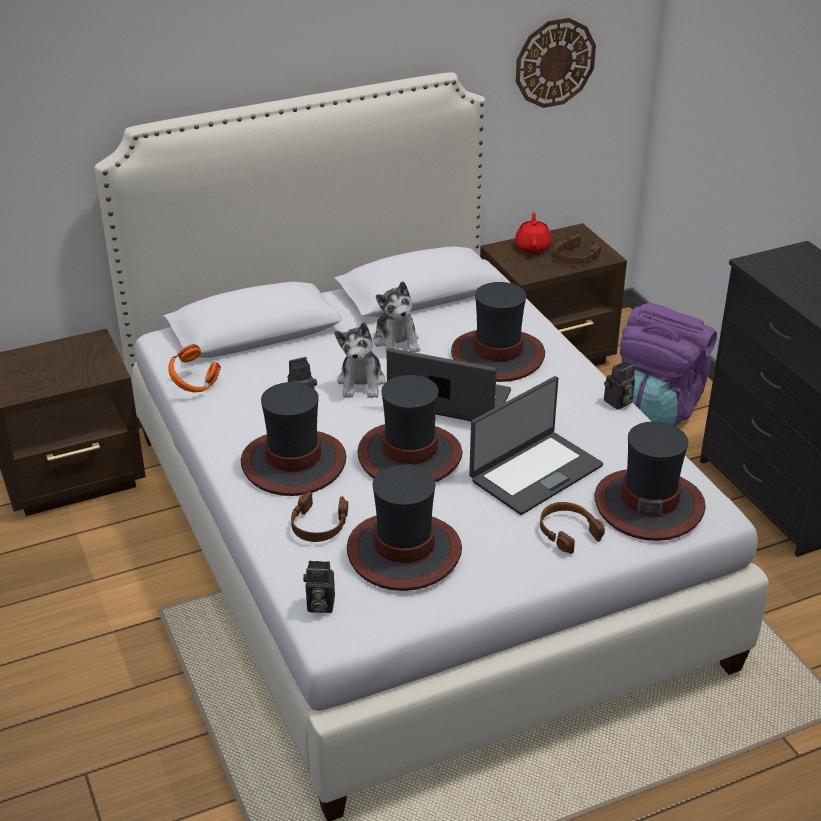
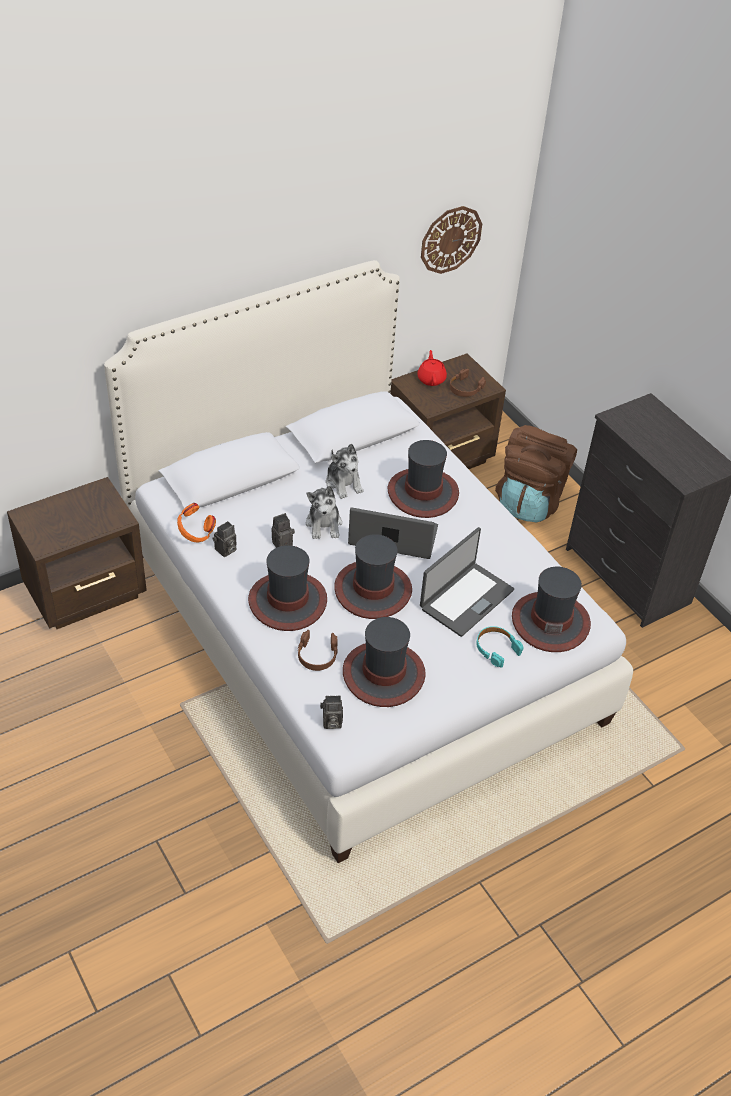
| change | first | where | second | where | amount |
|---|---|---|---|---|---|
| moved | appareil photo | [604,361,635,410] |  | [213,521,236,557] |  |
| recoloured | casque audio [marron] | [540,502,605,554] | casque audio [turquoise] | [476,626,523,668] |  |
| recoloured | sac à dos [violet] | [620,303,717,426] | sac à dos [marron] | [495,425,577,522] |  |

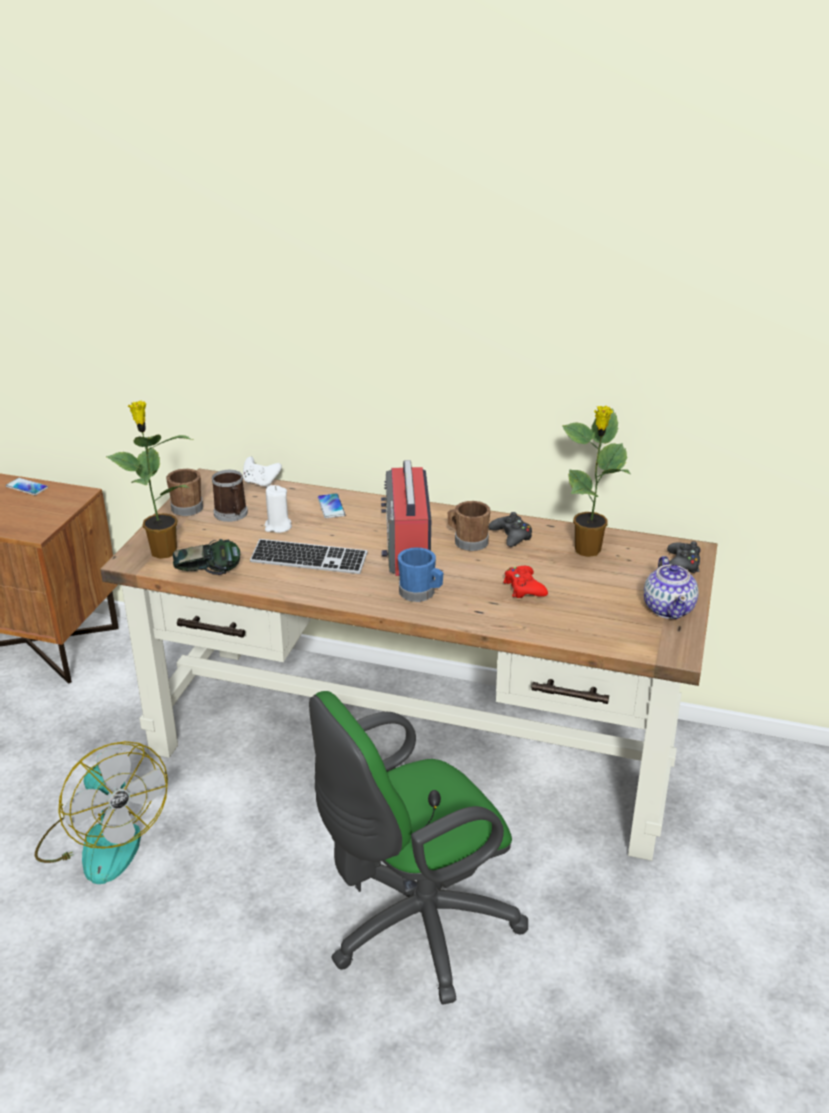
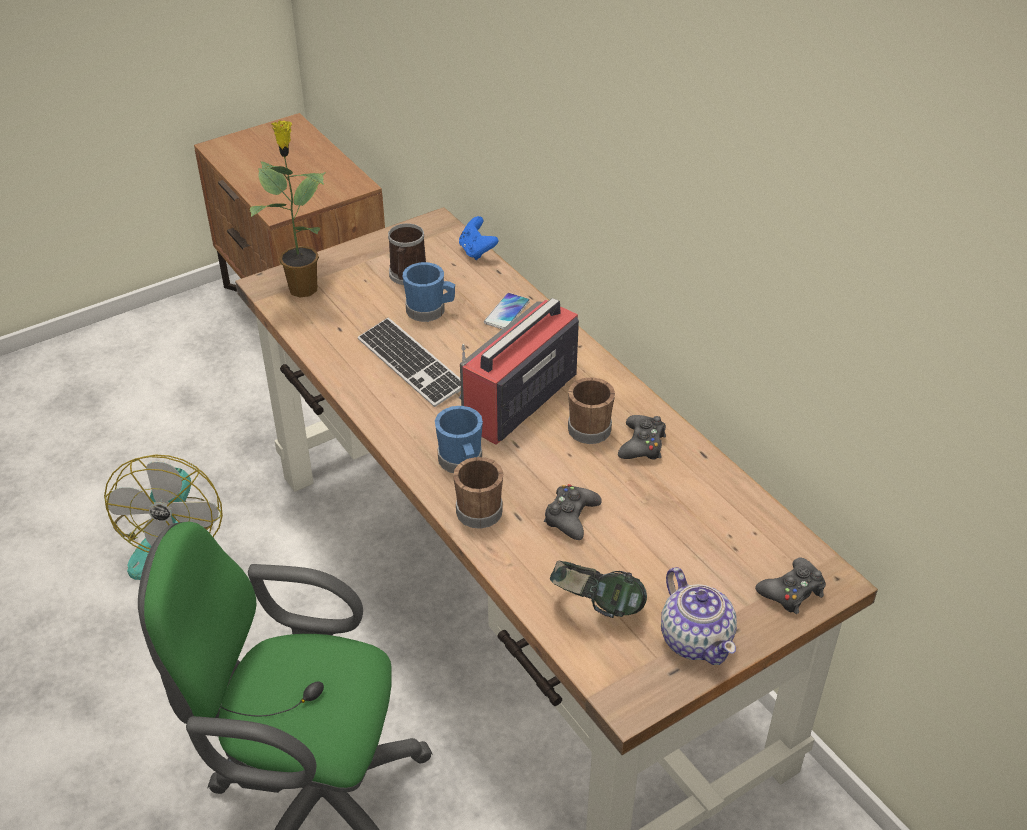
| change | first | where | second | where | amount |
|---|---|---|---|---|---|
| replaced | bougie [blanc] | [264,485,292,533] | mug [bleu] | [403,262,455,322] |  |
| moved | mug [marron] | [166,469,203,516] |  | [453,457,503,529] |  |
| recoloured | manette [blanc] | [243,456,282,488] | manette [bleu] | [459,216,498,260] |  |
| recoloured | manette [rouge] | [503,566,548,598] | manette [noir] | [544,484,602,540] |  |
| moved | casque audio | [173,539,240,575] |  | [550,560,647,618] |  |
| turned | théière | [644,556,699,619] |  | [661,567,737,665] | 60 degrees counterclockwise |
| removed | téléphone | [6,478,48,495] |  |  |  |
| removed | plante en pot | [562,406,630,557] |  |  |  |

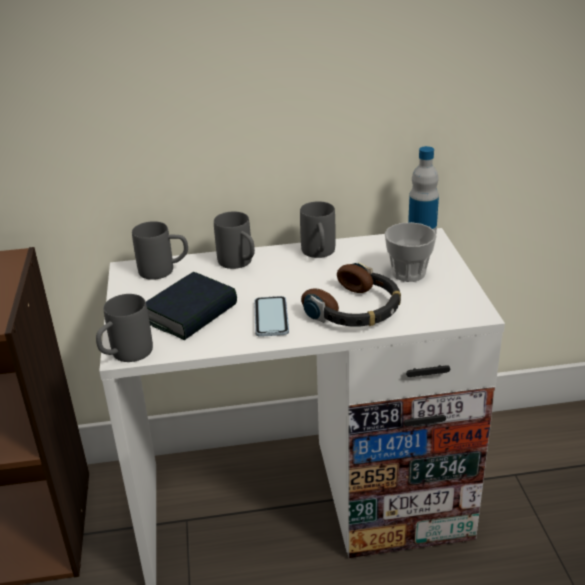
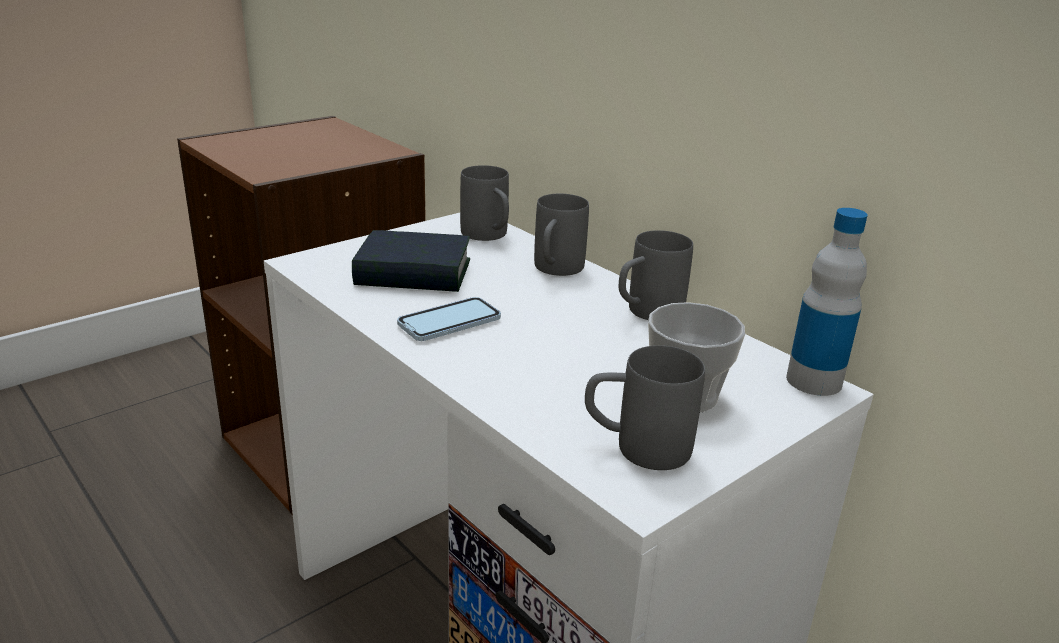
| change | first | where | second | where | amount |
|---|---|---|---|---|---|
| moved | mug [gris] | [96,294,153,362] |  | [585,345,705,470] |  |
| removed | casque audio | [301,262,401,326] |  |  |  |

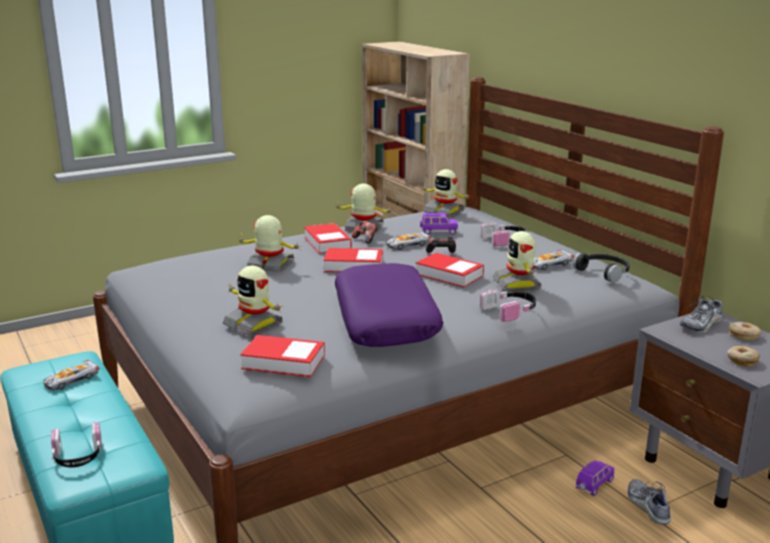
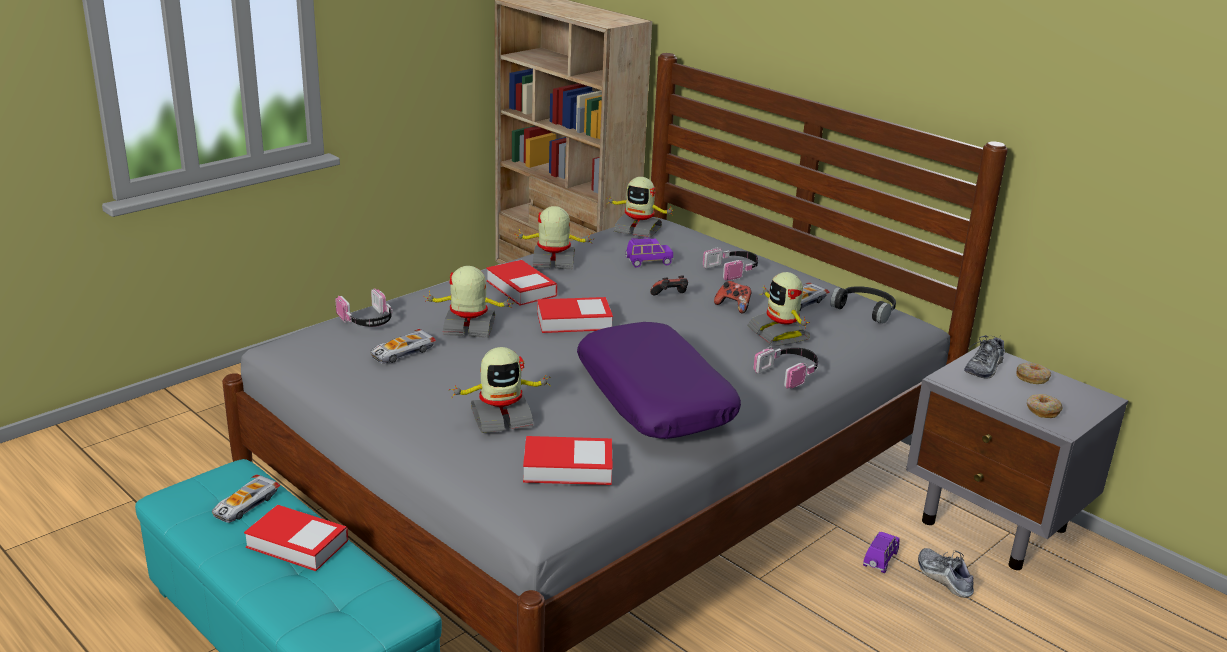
| change | first | where | second | where | amount |
|---|---|---|---|---|---|
| moved | livre | [416,253,484,288] |  | [244,505,348,571] |  |
| moved | casque audio | [51,422,102,468] |  | [335,288,393,327] |  |
| moved | petite voiture | [386,231,431,250] |  | [370,329,436,364] |  |
| turned | robot jouet | [223,266,283,336] |  | [448,347,552,433] | 45 degrees counterclockwise |
| moved | manette | [352,221,377,244] |  | [714,281,752,313] |  |

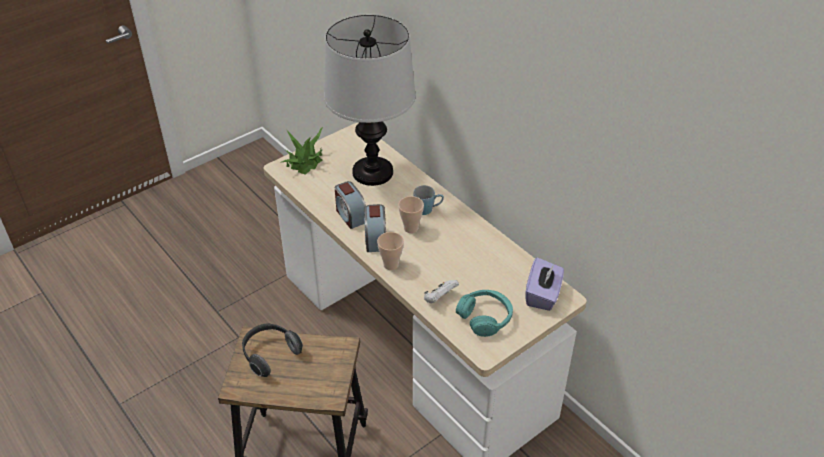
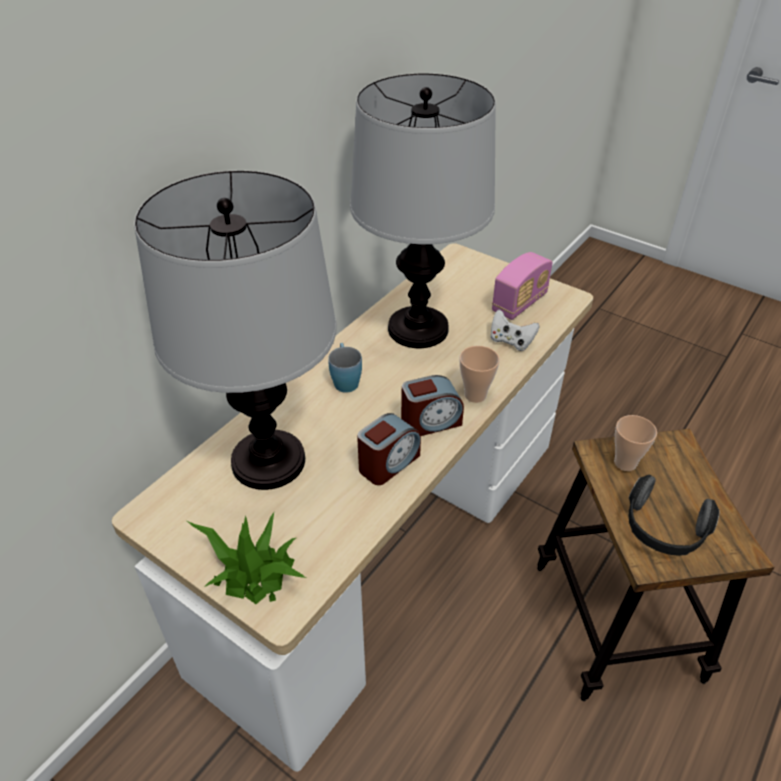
| change | first | where | second | where | amount |
|---|---|---|---|---|---|
| added |  |  | lampe de table | [350,73,496,348] |  |
| replaced | casque audio [turquoise] | [456,290,513,337] | radio | [492,252,553,320] |  |
| moved | tasse | [398,196,424,233] |  | [614,415,657,471] |  |
| removed | boîte à mouchoirs [violet] | [525,258,564,311] |  |  |  |

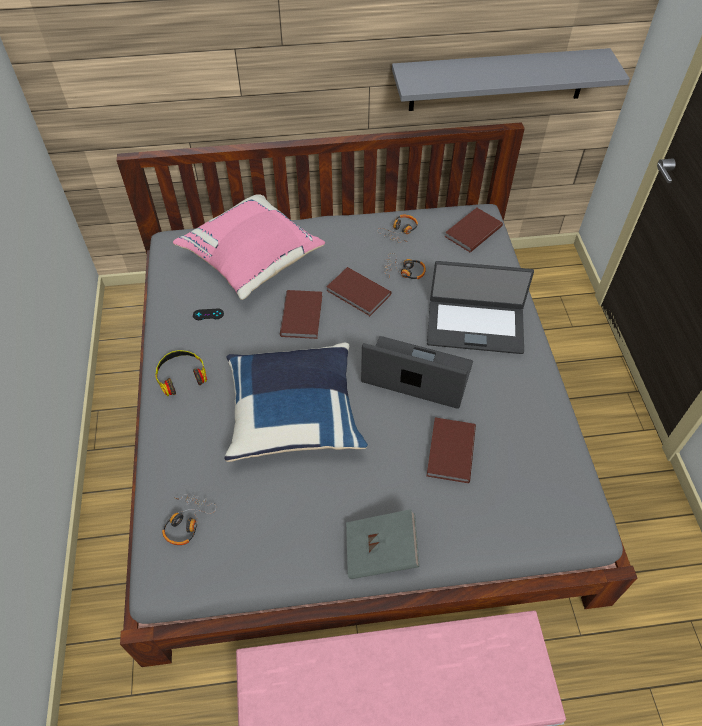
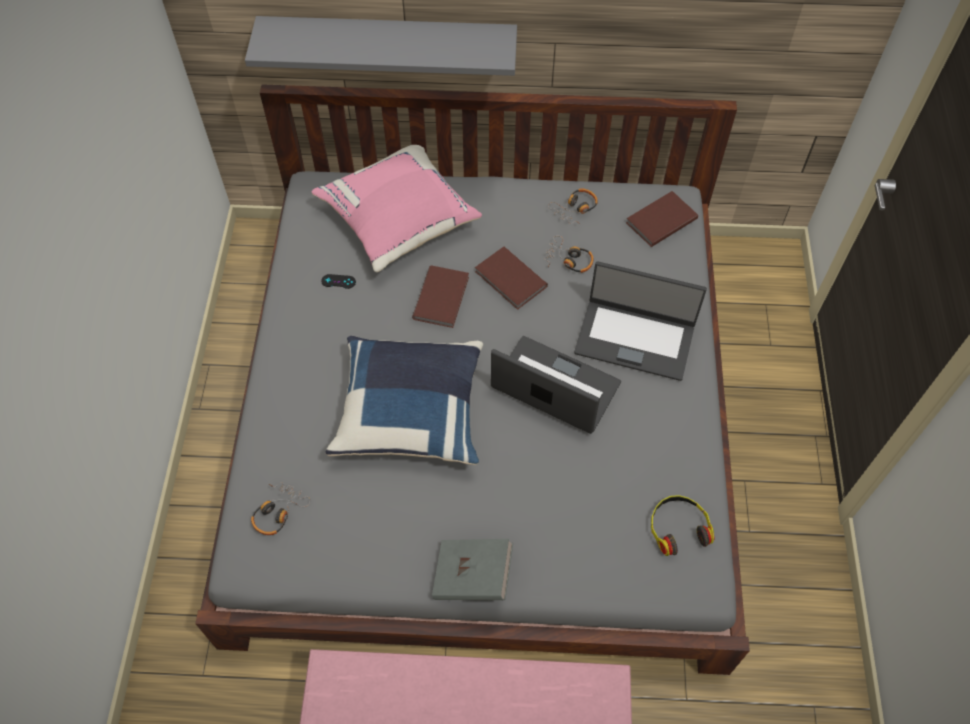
| change | first | where | second | where | amount |
|---|---|---|---|---|---|
| moved | étagère [gris] | [392,48,630,111] |  | [245,16,517,76] |  |
| moved | casque audio | [155,350,207,396] |  | [651,495,715,556] |  |
| removed | livre [marron] | [427,417,476,483] |  |  |  |

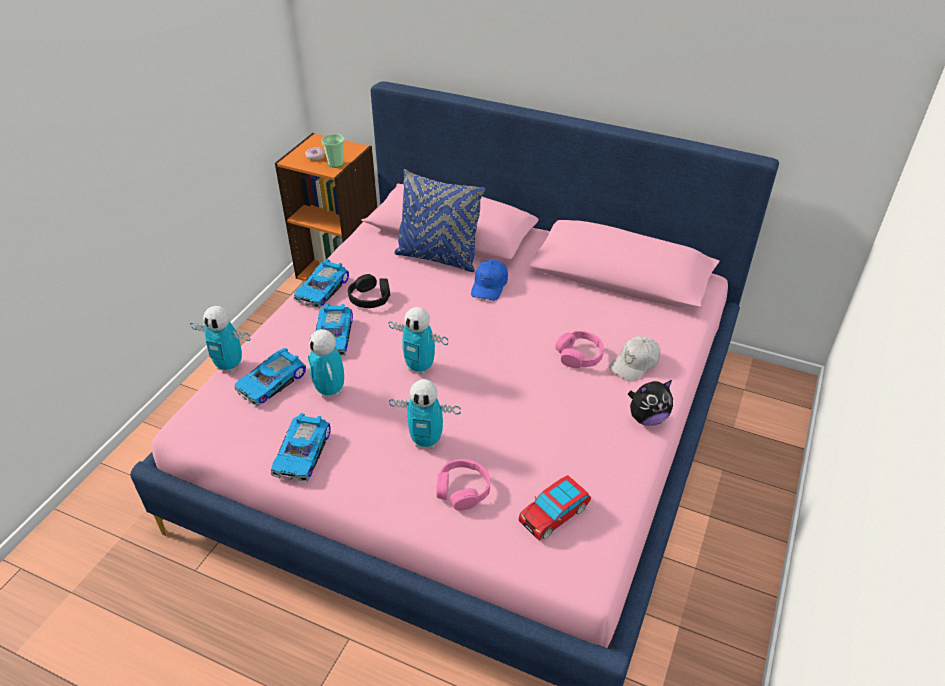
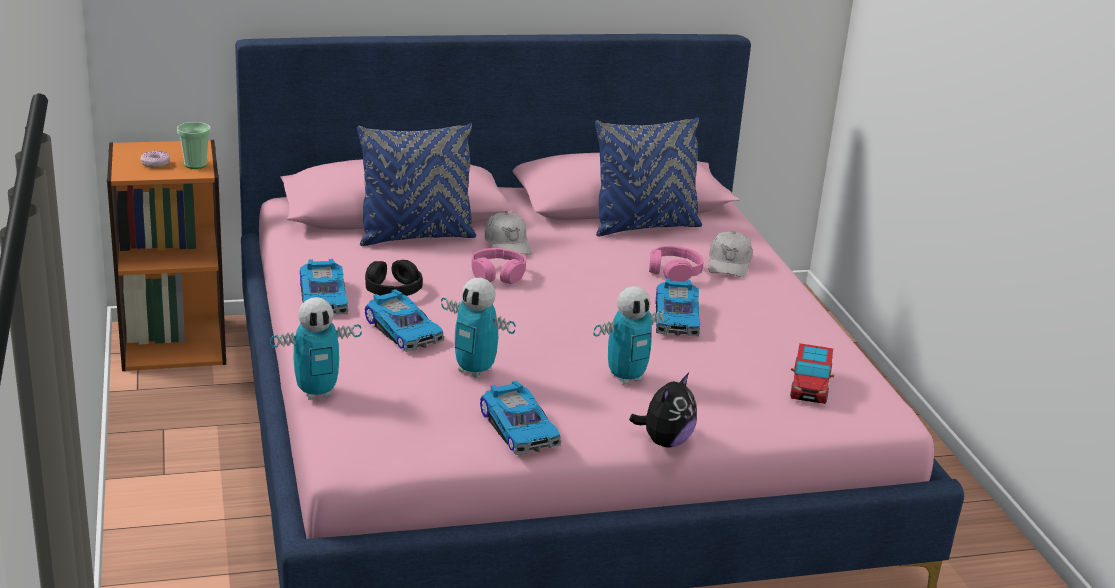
| change | first | where | second | where | amount |
|---|---|---|---|---|---|
| moved | casque audio [rose] | [436,459,490,511] |  | [471,248,526,284] |  |
| recoloured | casquette [bleu] | [471,260,508,301] | casquette [blanc] | [485,212,532,255] |  |
| added |  |  | coussin [bleu] | [595,117,702,236] |  |
| moved | peluche | [628,380,673,426] |  | [629,373,697,447] |  |
| moved | petite voiture | [234,348,306,407] |  | [656,278,700,337] |  |
| removed | robot jouet | [388,307,448,375] |  |  |  |

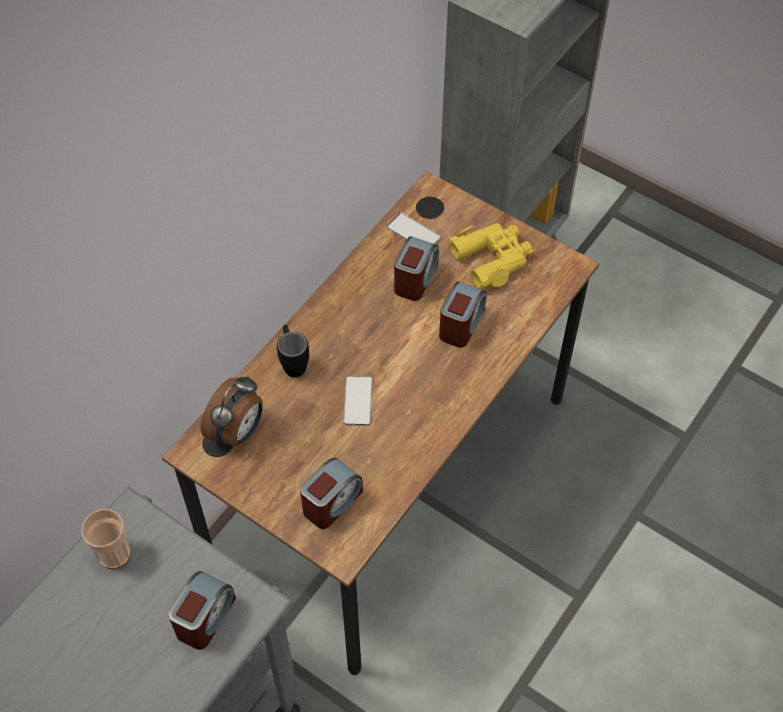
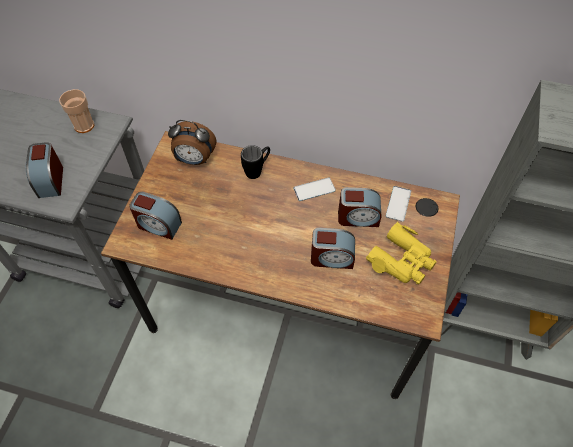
| change | first | where | second | where | amount |
|---|---|---|---|---|---|
| turned | réveil | [168,571,236,650] |  | [26,142,63,198] | 75 degrees clockwise |
| moved | téléphone | [344,376,372,426] |  | [293,177,336,201] |  |

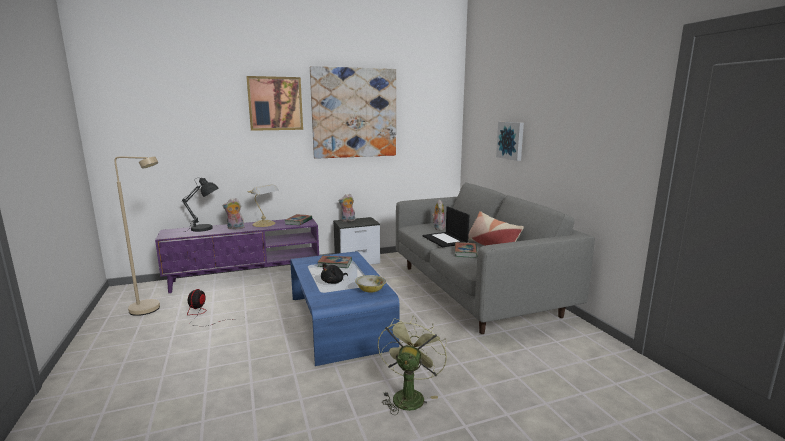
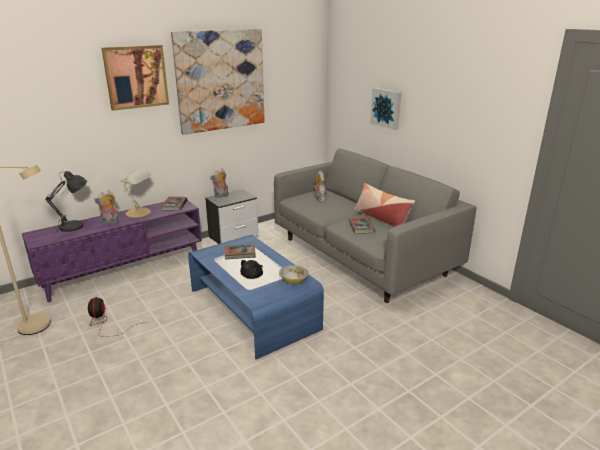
| change | first | where | second | where | amount |
|---|---|---|---|---|---|
| removed | ventilateur [vert] | [378,316,447,415] |  |  |  |
| removed | ordinateur portable | [423,206,469,247] |  |  |  |

